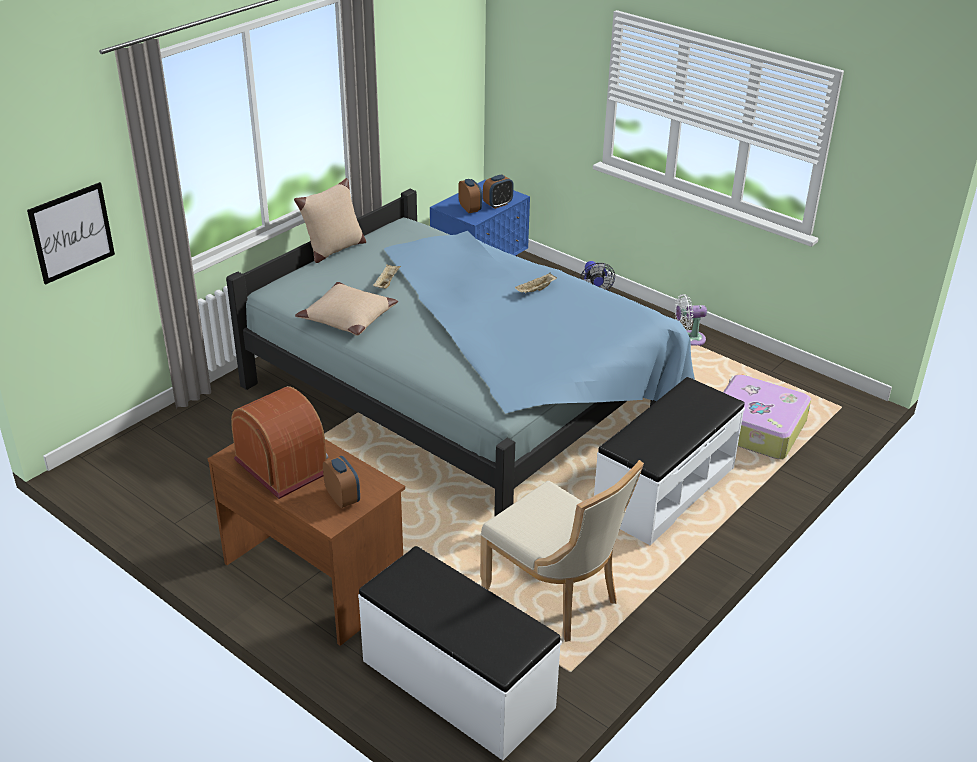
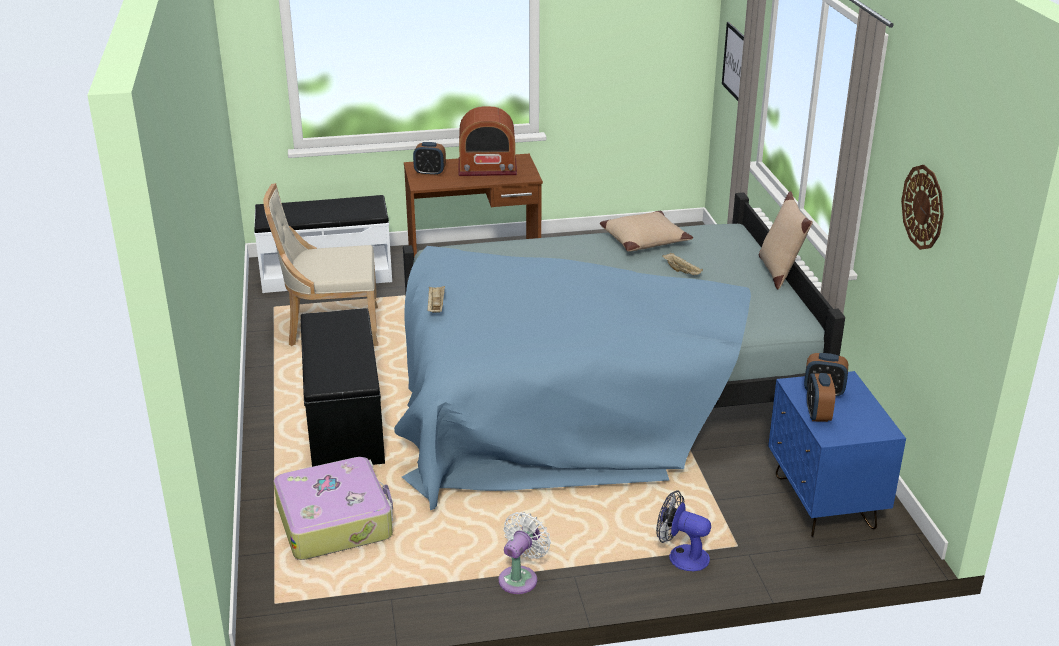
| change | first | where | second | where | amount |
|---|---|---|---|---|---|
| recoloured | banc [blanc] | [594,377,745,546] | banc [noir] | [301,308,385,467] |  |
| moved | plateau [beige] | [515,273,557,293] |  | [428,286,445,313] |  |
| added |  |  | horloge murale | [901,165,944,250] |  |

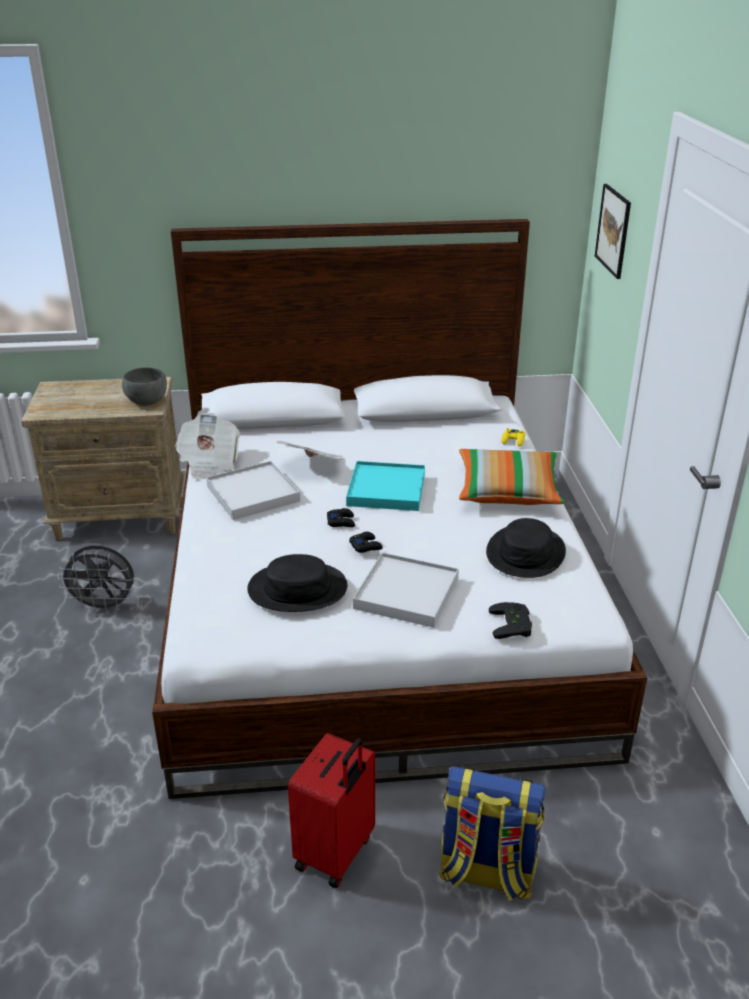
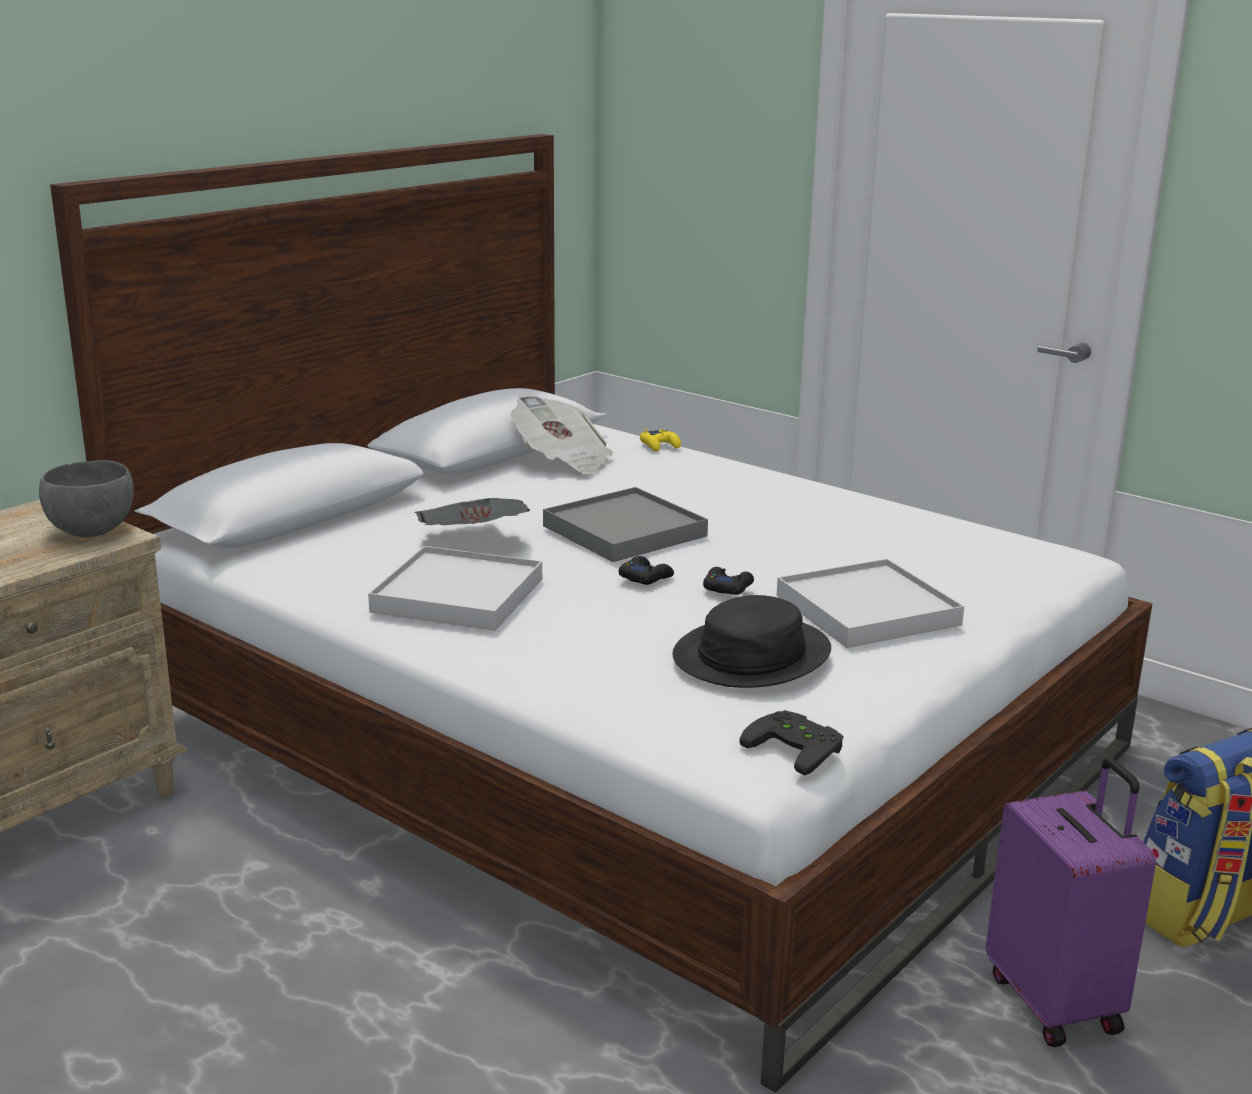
| change | first | where | second | where | amount |
|---|---|---|---|---|---|
| moved | journal | [175,413,240,480] |  | [510,394,613,475] |  |
| recoloured | plateau [turquoise] | [346,461,425,511] | plateau [gris] | [543,487,708,562] |  |
| moved | manette [noir] | [489,602,532,639] |  | [739,710,843,775] |  |
| recoloured | valise [rouge] | [288,733,375,888] | valise [violet] | [986,757,1156,1047] |  |
| removed | ventilateur [gris] | [57,546,135,613] |  |  |  |
| removed | coussin | [459,449,565,505] |  |  |  |
| removed | chapeau [noir] | [486,518,566,578] |  |  |  |
| removed | tableau | [595,184,631,279] |  |  |  |

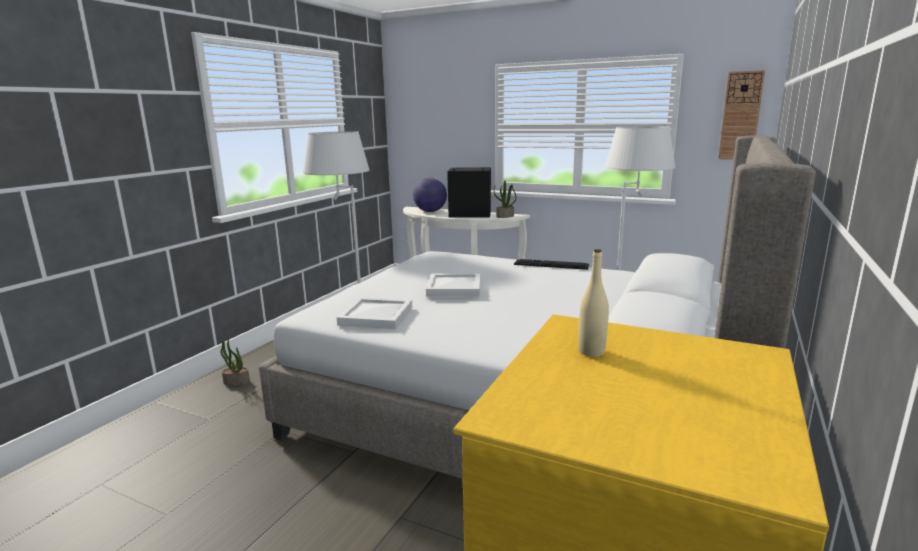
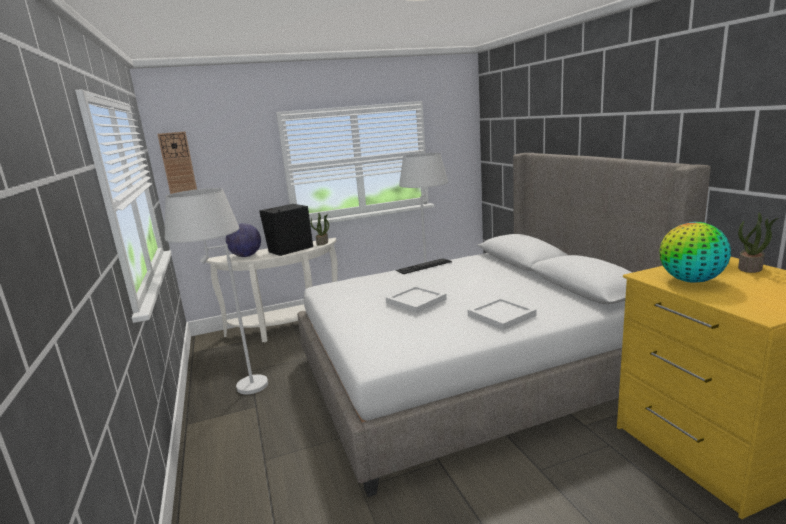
| change | first | where | second | where | amount |
|---|---|---|---|---|---|
| moved | horloge murale | [718,70,765,160] |  | [157,132,197,194] |  |
| moved | plateau [blanc] | [337,297,412,329] |  | [468,297,537,330] |  |
| replaced | bouteille [beige] | [578,249,609,357] | globe | [660,222,731,283] |  |
| moved | plante en pot | [220,339,250,386] |  | [738,212,779,273] |  |

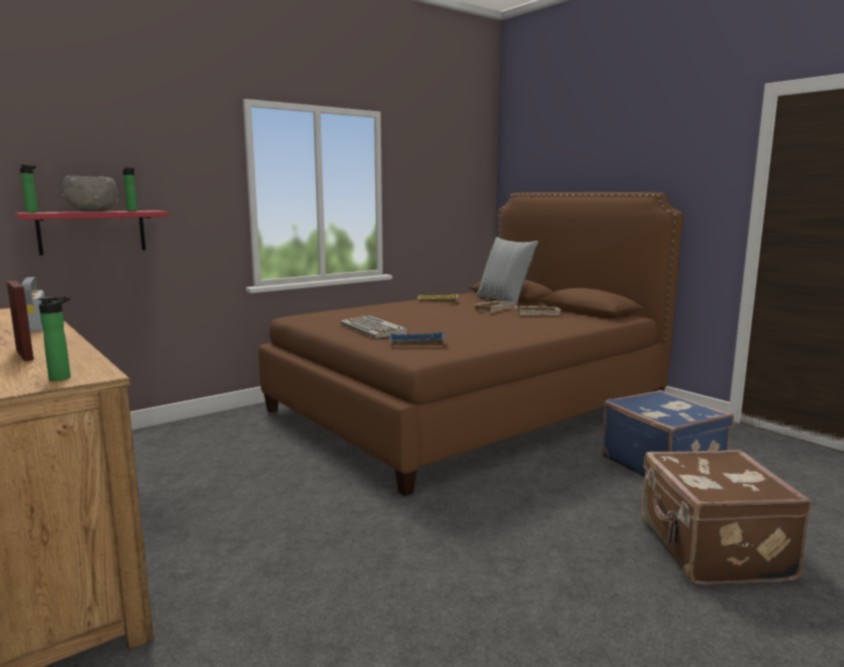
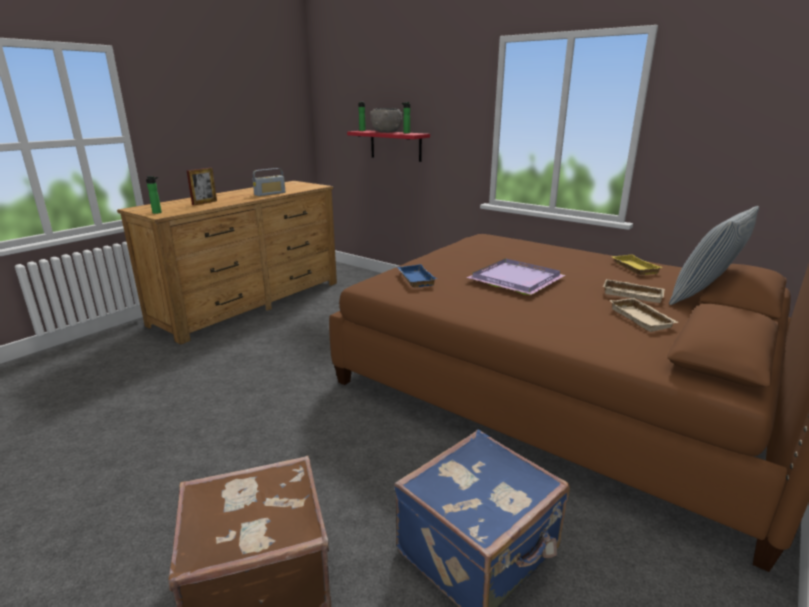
| change | first | where | second | where | amount |
|---|---|---|---|---|---|
| added |  |  | plateau [violet] | [466,258,565,295] |  |
| removed | clavier | [340,315,407,338] |  |  |  |

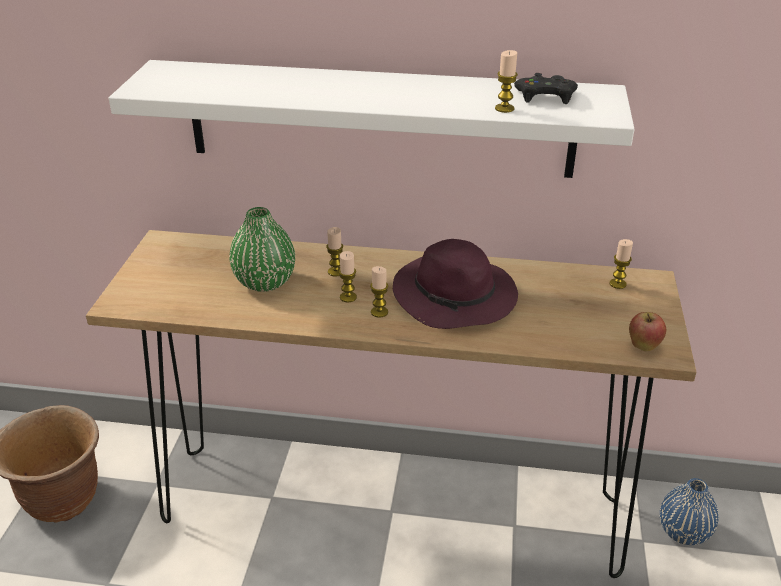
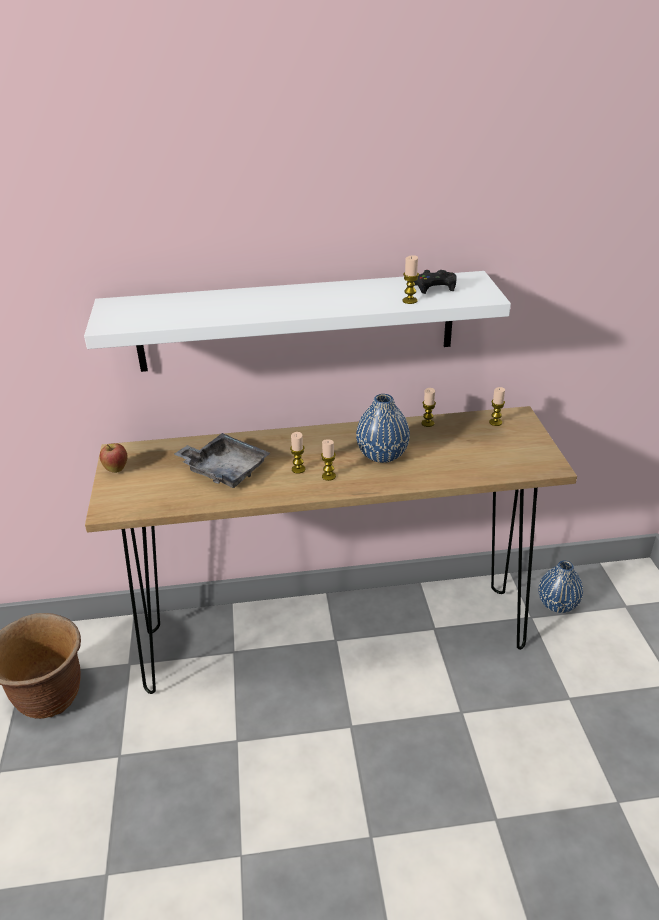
| change | first | where | second | where | amount |
|---|---|---|---|---|---|
| moved | pomme | [629,312,666,351] |  | [100,443,128,473] |  |
| replaced | vase [vert] | [229,207,295,292] | plateau [gris] | [174,433,270,488] |  |
| replaced | chapeau [violet] | [393,239,518,329] | vase [bleu] | [356,394,410,463] |  |
| moved | bougie | [326,227,343,277] |  | [422,388,436,427] |  |

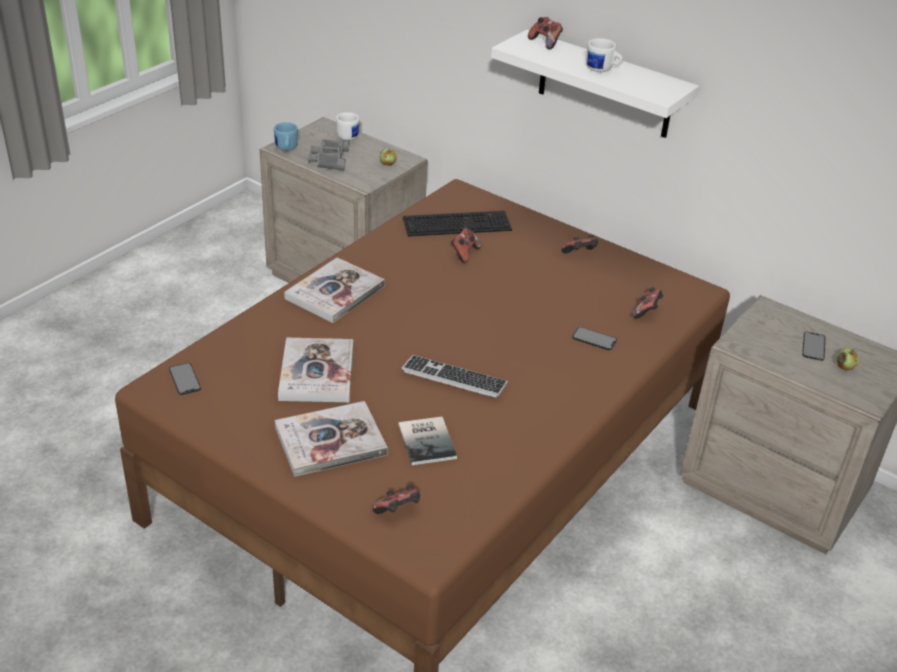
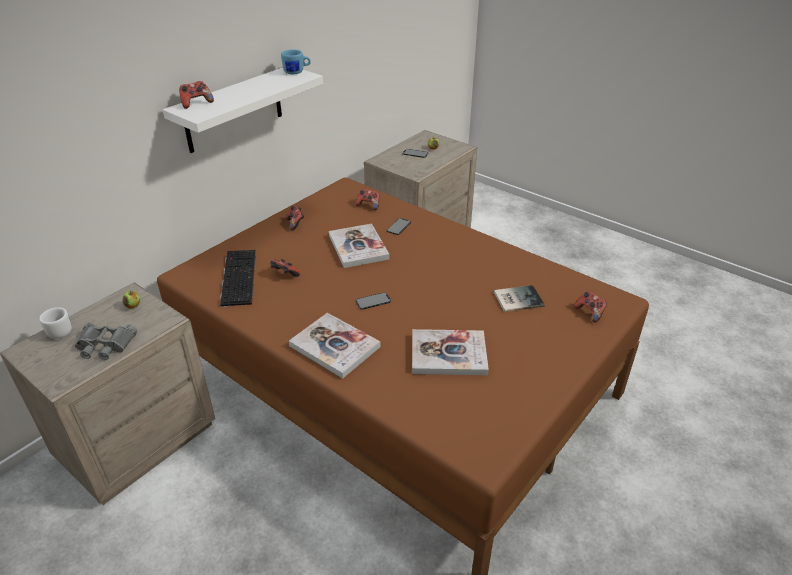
| change | first | where | second | where | amount |
|---|---|---|---|---|---|
| moved | mug [bleu] | [274,122,298,151] |  | [281,49,311,74] |  |
| moved | livre | [275,401,388,477] |  | [329,224,390,268] |  |
| moved | téléphone | [169,363,201,395] |  | [356,292,391,310] |  |
| removed | clavier | [402,355,508,398] |  |  |  |
| removed | mug [blanc] | [586,38,623,72] |  |  |  |

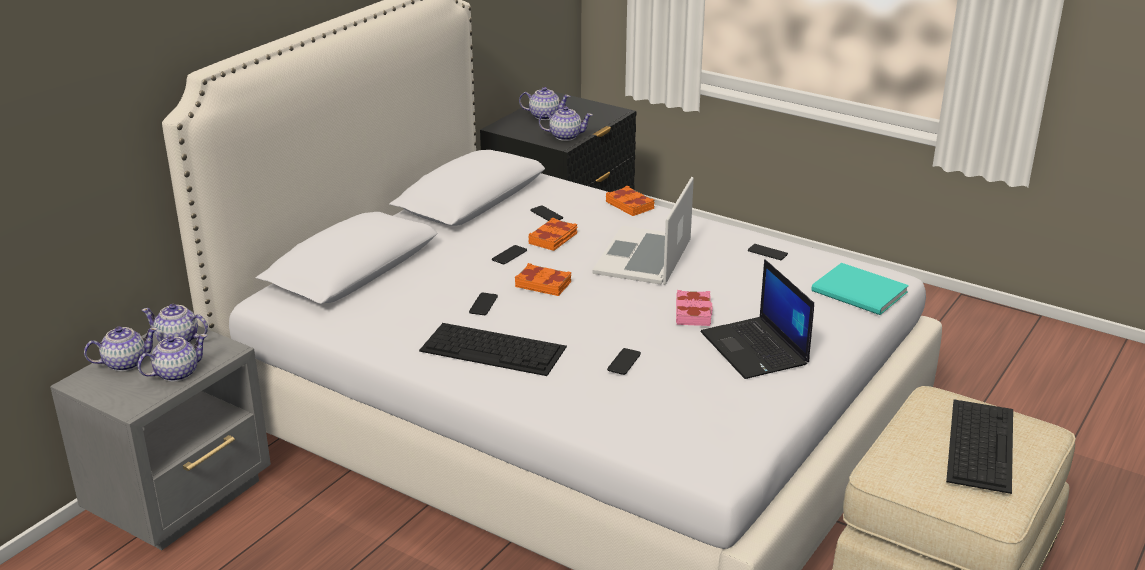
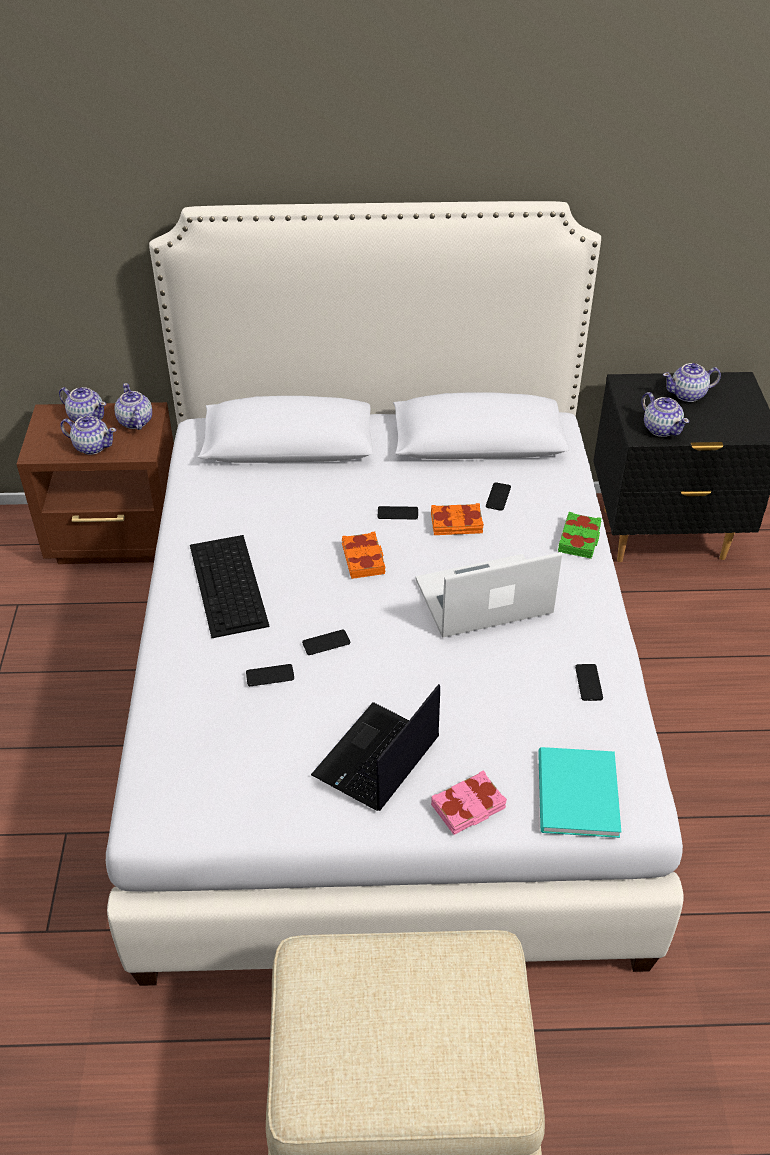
| change | first | where | second | where | amount |
|---|---|---|---|---|---|
| recoloured | table de chevet [gris] | [50,326,271,550] | table de chevet [marron] | [16,402,174,564] |  |
| moved | téléphone | [469,293,498,315] |  | [302,630,350,655] |  |
| moved | livre [rose] | [676,290,713,326] |  | [431,770,507,835] |  |
| recoloured | livre [orange] | [606,186,655,216] | livre [vert] | [558,512,601,559] |  |
| turned | théière | [519,87,570,120] |  | [663,363,721,402] | 105 degrees clockwise |
| removed | clavier | [946,400,1013,494] |  |  |  |

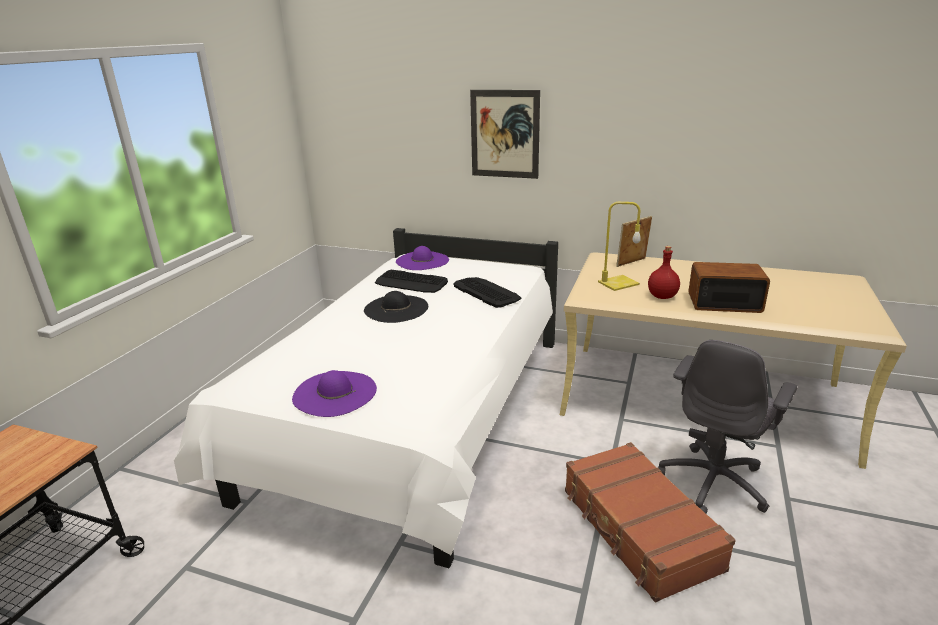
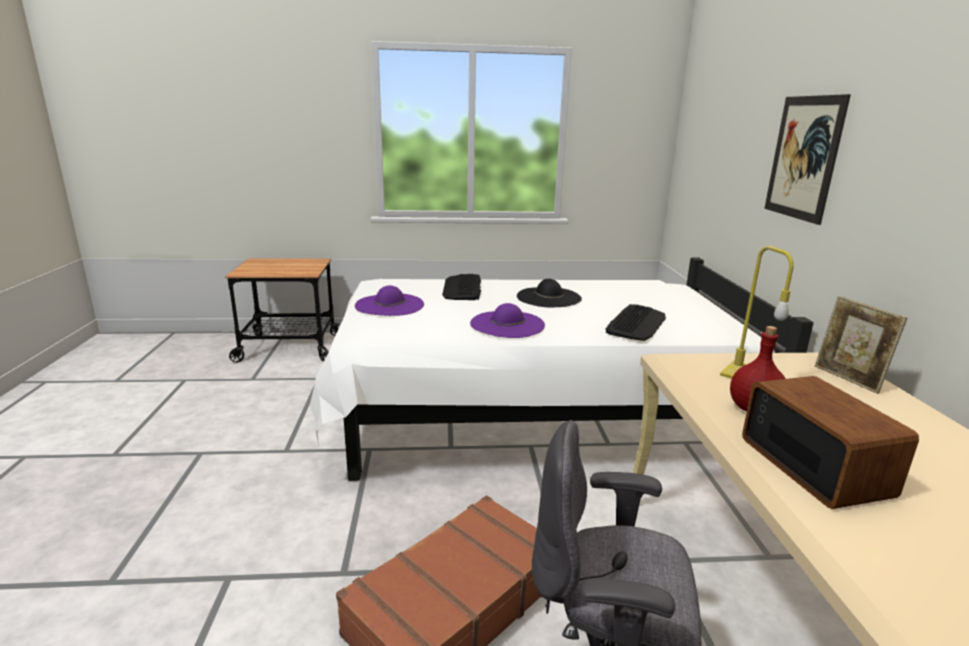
| change | first | where | second | where | amount |
|---|---|---|---|---|---|
| moved | clavier | [375,270,448,293] |  | [442,274,481,300] |  |
| moved | chapeau [violet] | [396,246,449,270] |  | [470,303,545,338] |  |
| turned | cadre photo | [616,216,652,267] |  | [815,296,907,394] | 150 degrees counterclockwise |

